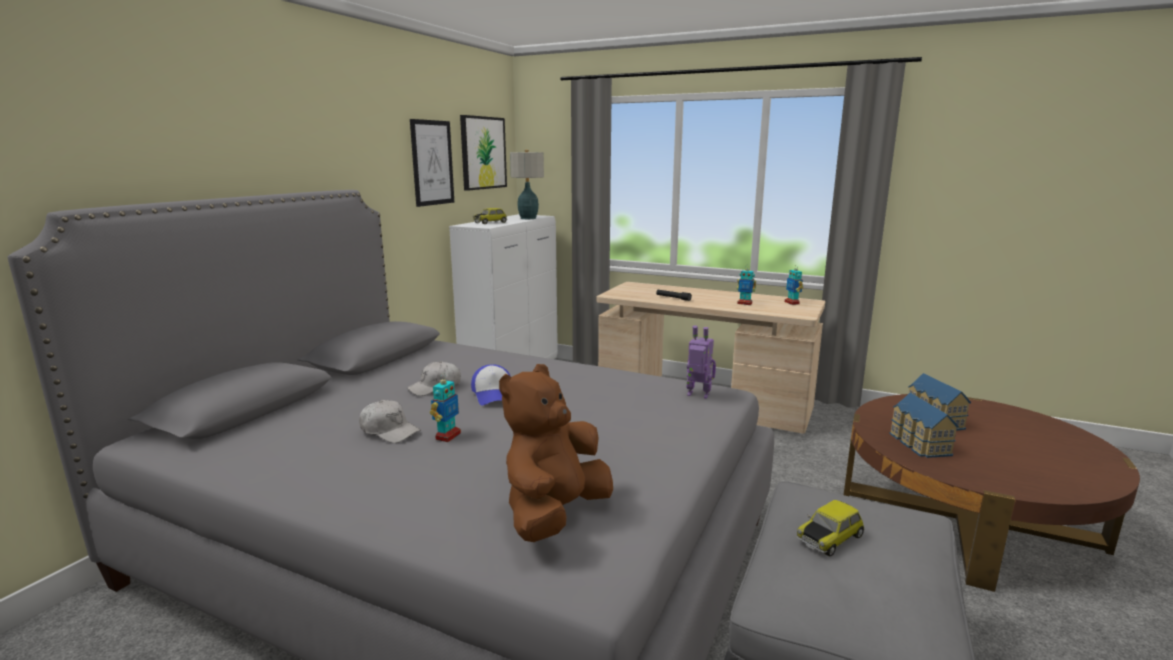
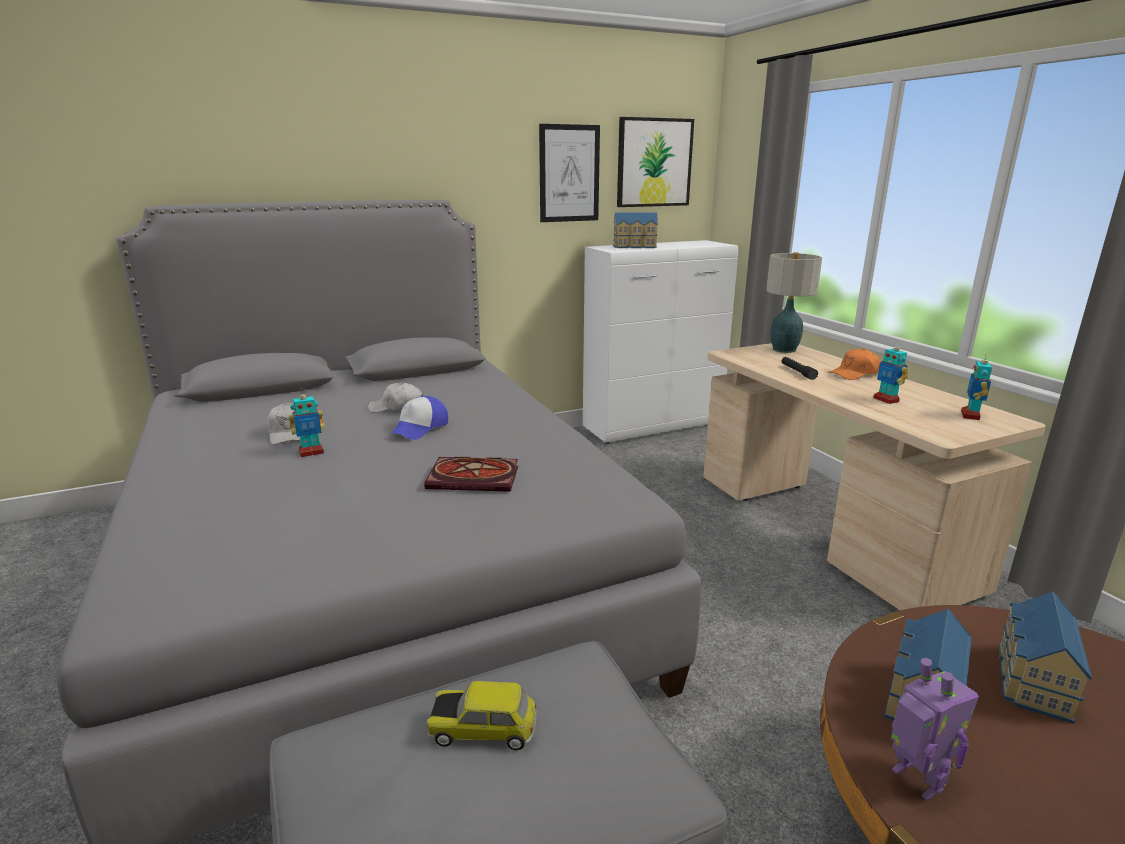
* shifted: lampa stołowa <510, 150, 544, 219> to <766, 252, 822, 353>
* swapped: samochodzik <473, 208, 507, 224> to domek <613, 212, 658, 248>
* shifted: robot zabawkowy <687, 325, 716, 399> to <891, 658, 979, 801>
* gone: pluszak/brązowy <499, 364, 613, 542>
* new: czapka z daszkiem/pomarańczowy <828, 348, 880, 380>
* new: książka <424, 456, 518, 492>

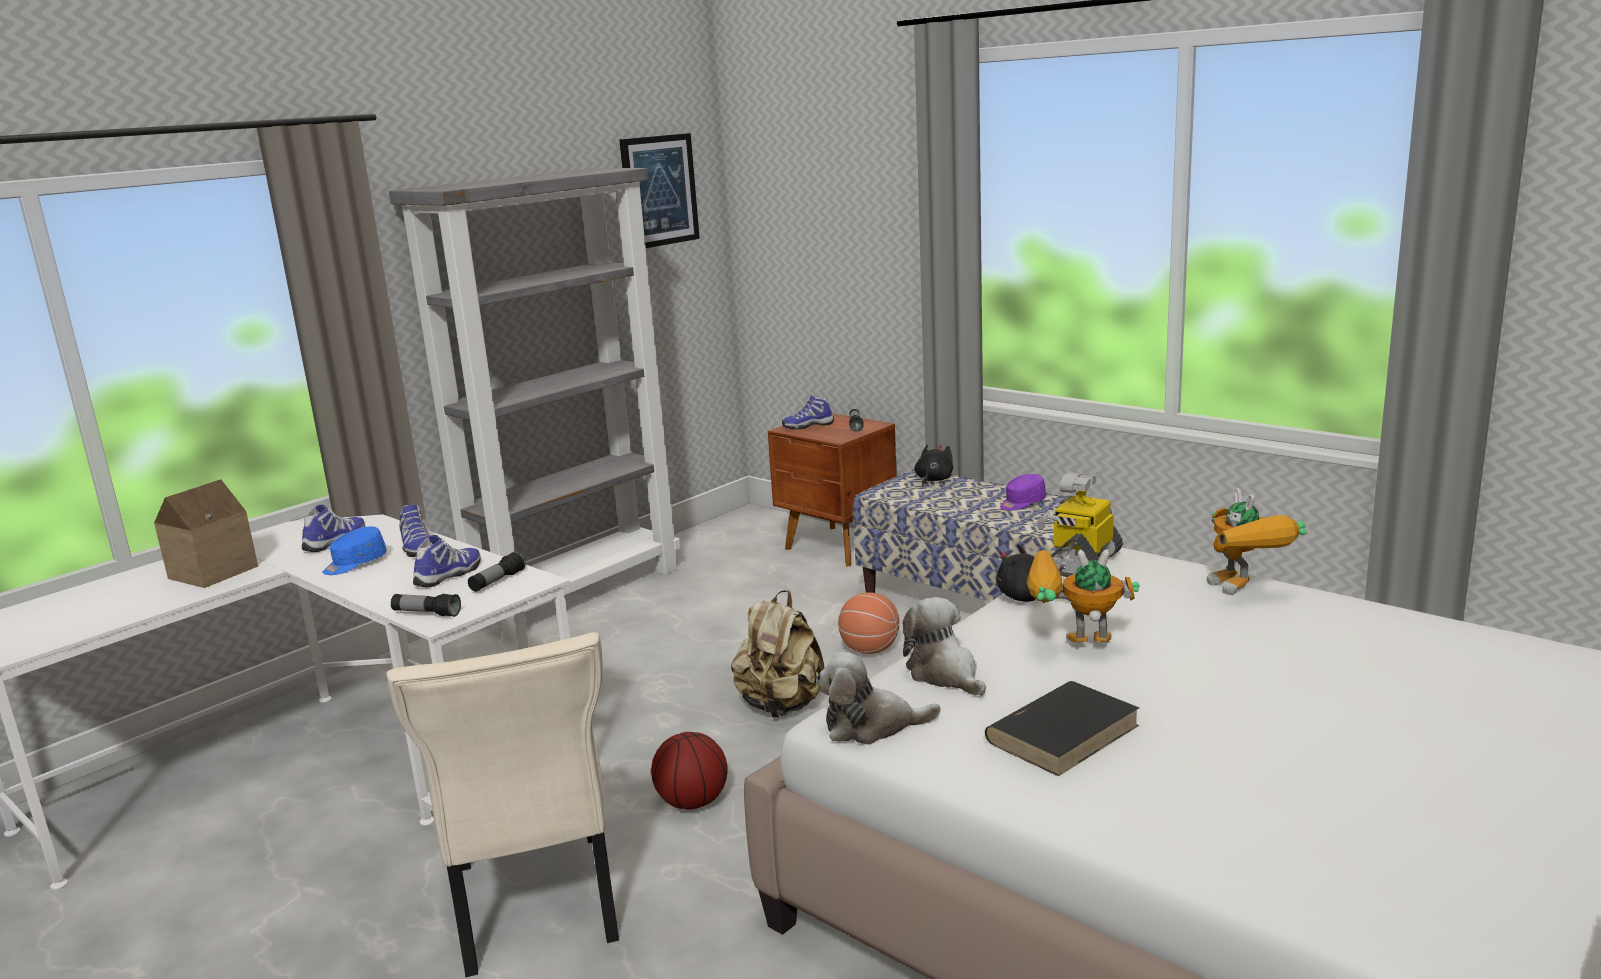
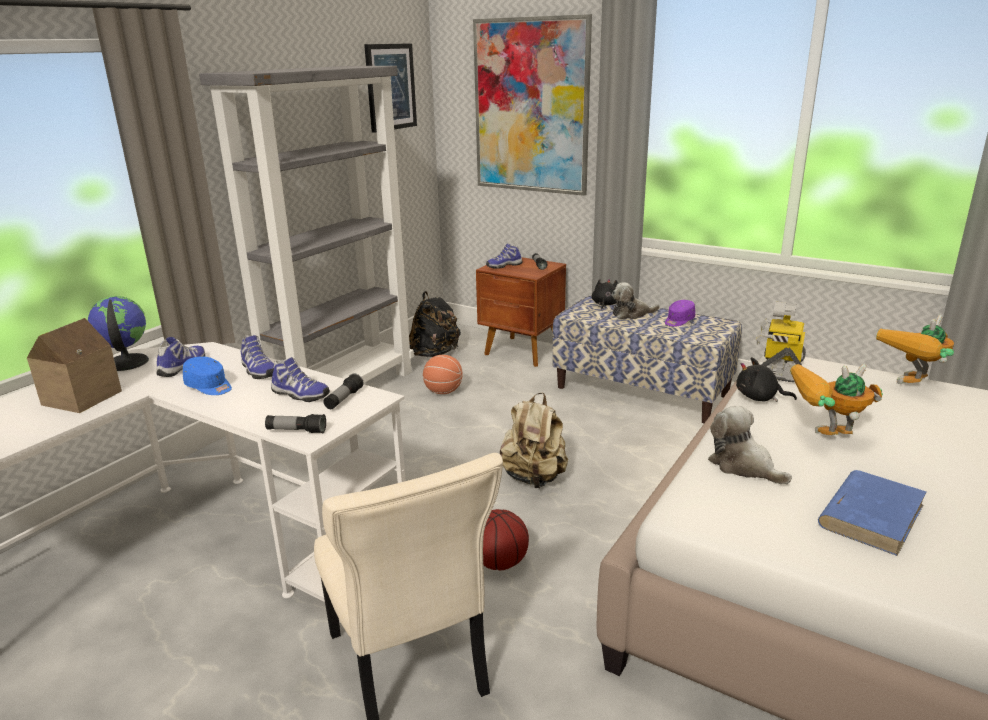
* rotated: robot zabawkowy <1207, 488, 1307, 595> = <876, 315, 954, 384> 75 degrees clockwise
* rotated: czapka z daszkiem/niebieski <322, 526, 387, 575> = <183, 357, 232, 395> 90 degrees counterclockwise
* rotated: but <413, 535, 481, 587> = <271, 357, 330, 402> 90 degrees clockwise
* shifted: piłka do koszykówki <838, 593, 899, 654> to <423, 355, 463, 394>
* shifted: pluszak <816, 651, 941, 744> to <611, 282, 660, 319>
* repainted: książka/czarny <985, 681, 1139, 776> to książka/niebieski <818, 470, 927, 556>
* new: obraz <473, 14, 592, 196>
* new: plecak/czarny <409, 291, 461, 357>
* new: globus <88, 296, 149, 371>

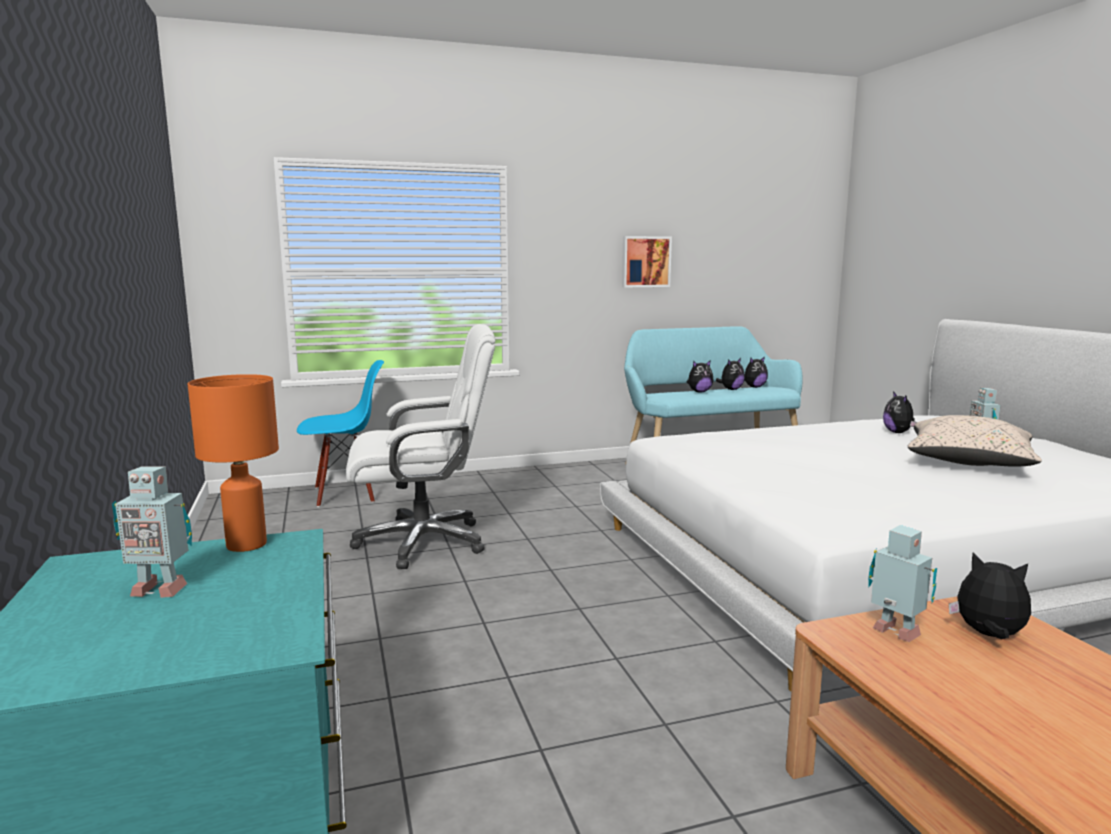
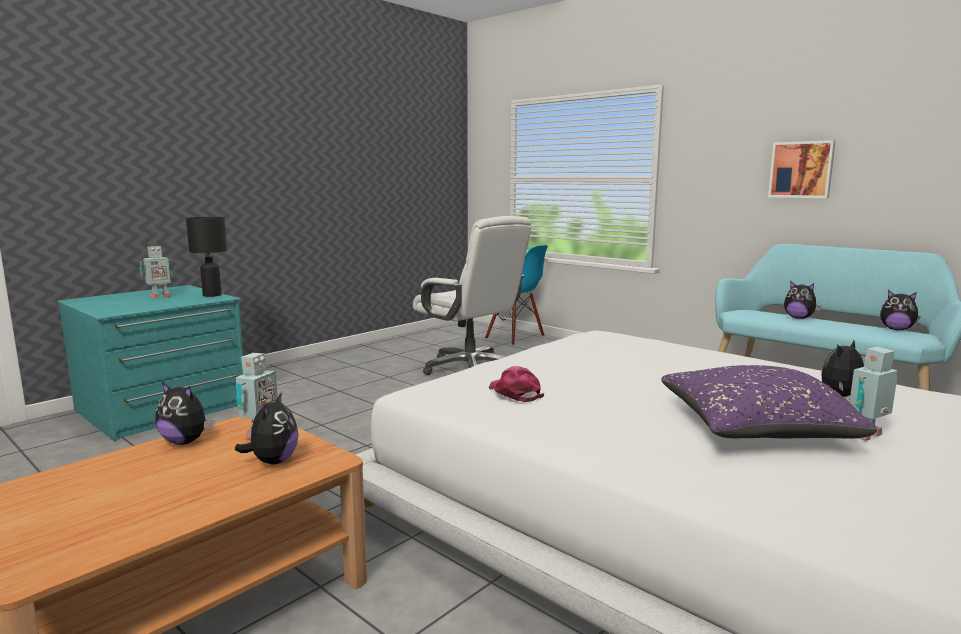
* shifted: pluszak <716, 358, 745, 390> to <155, 382, 214, 445>
* repainted: lampa stołowa/pomarańczowy <188, 374, 279, 552> to lampa stołowa/czarny <186, 217, 227, 297>
* repainted: poduszka/beżowy <908, 415, 1042, 466> to poduszka/fioletowy <661, 365, 877, 438>
* rotated: robot zabawkowy <112, 466, 192, 598> = <139, 246, 173, 298> 105 degrees counterclockwise
* new: czapka z daszkiem/różowy <489, 366, 544, 402>

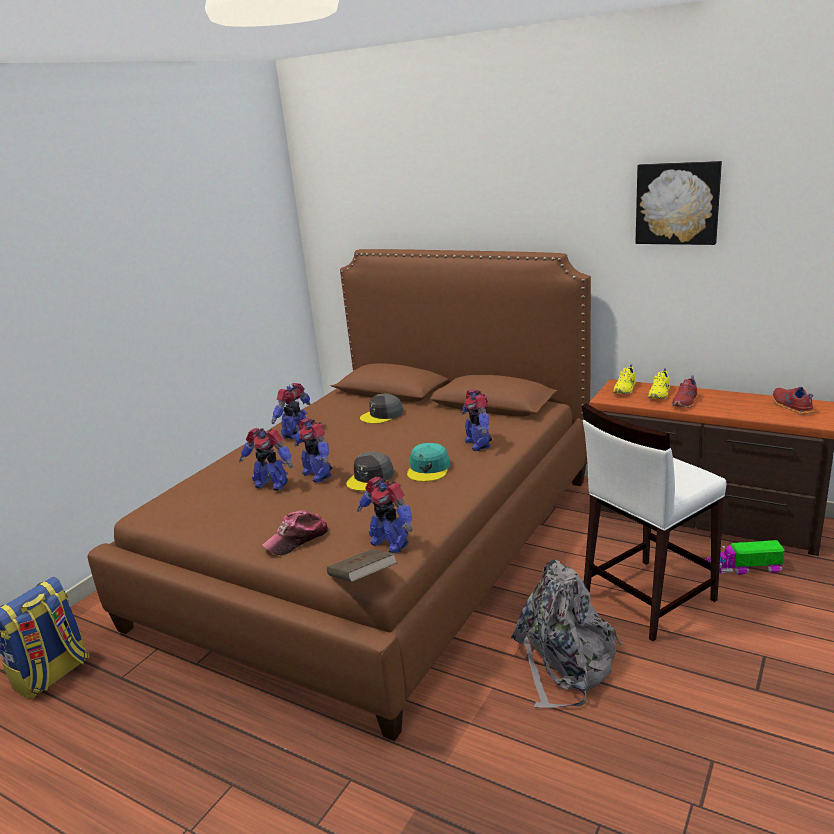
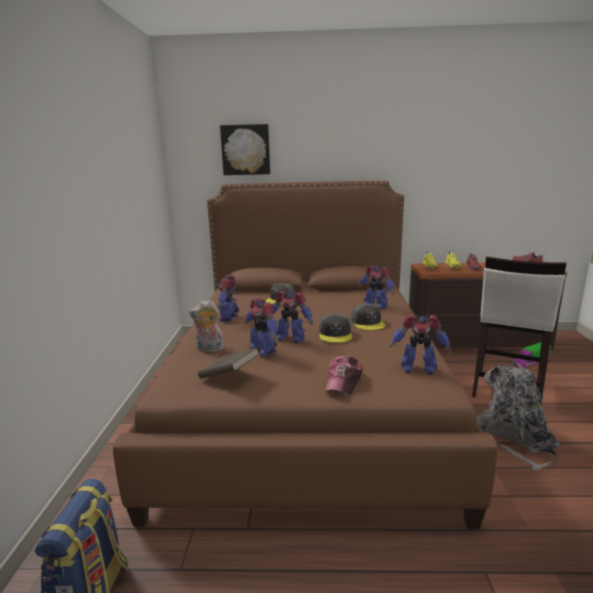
* shifted: obraz <635, 161, 722, 245> to <220, 124, 270, 175>
* rotated: robot zabawkowy <239, 428, 293, 490> = <245, 298, 277, 357> 60 degrees clockwise
* repainted: czapka z daszkiem/turkusowy <407, 443, 450, 482> to czapka z daszkiem/szary <351, 304, 386, 330>
* shifted: książka/brązowy <327, 549, 398, 582> to <198, 347, 260, 379>
* new: pluszak <189, 300, 224, 352>

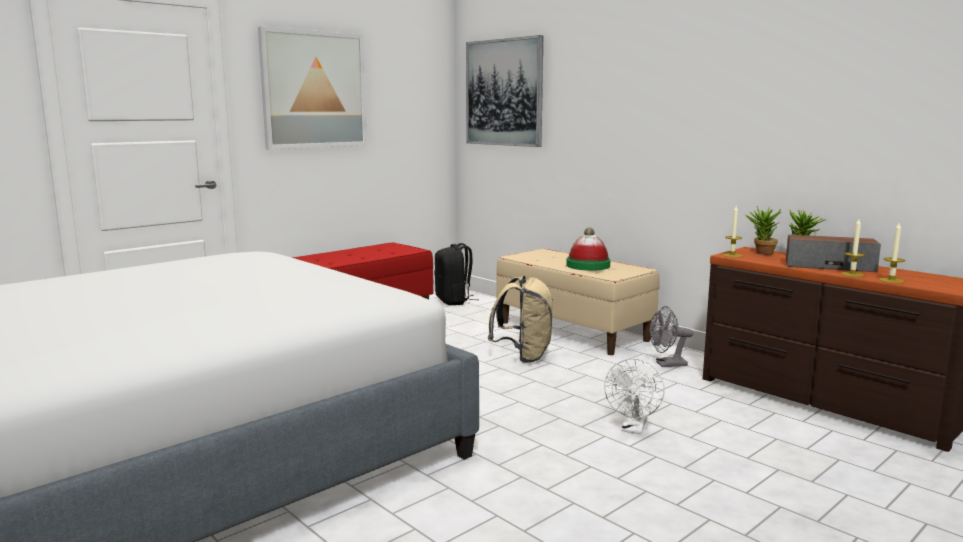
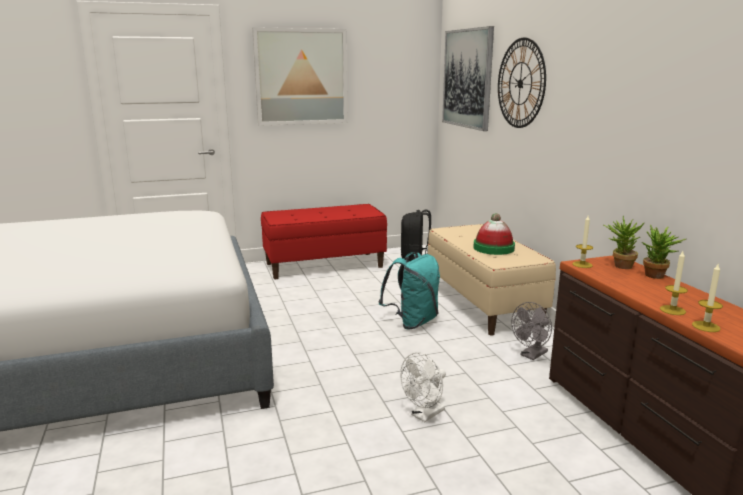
* gone: głośnik <786, 234, 881, 272>
* repainted: plecak/beżowy <488, 276, 554, 363> to plecak/turkusowy <378, 252, 440, 330>
* rotated: wentylator/szary <649, 306, 693, 367> = <511, 302, 552, 360> 60 degrees counterclockwise
* new: zegar ścienny <498, 38, 546, 128>

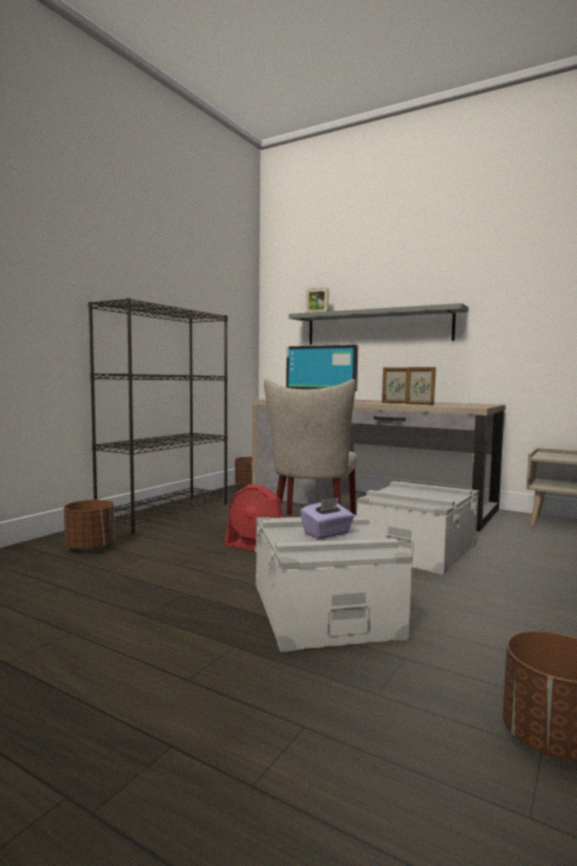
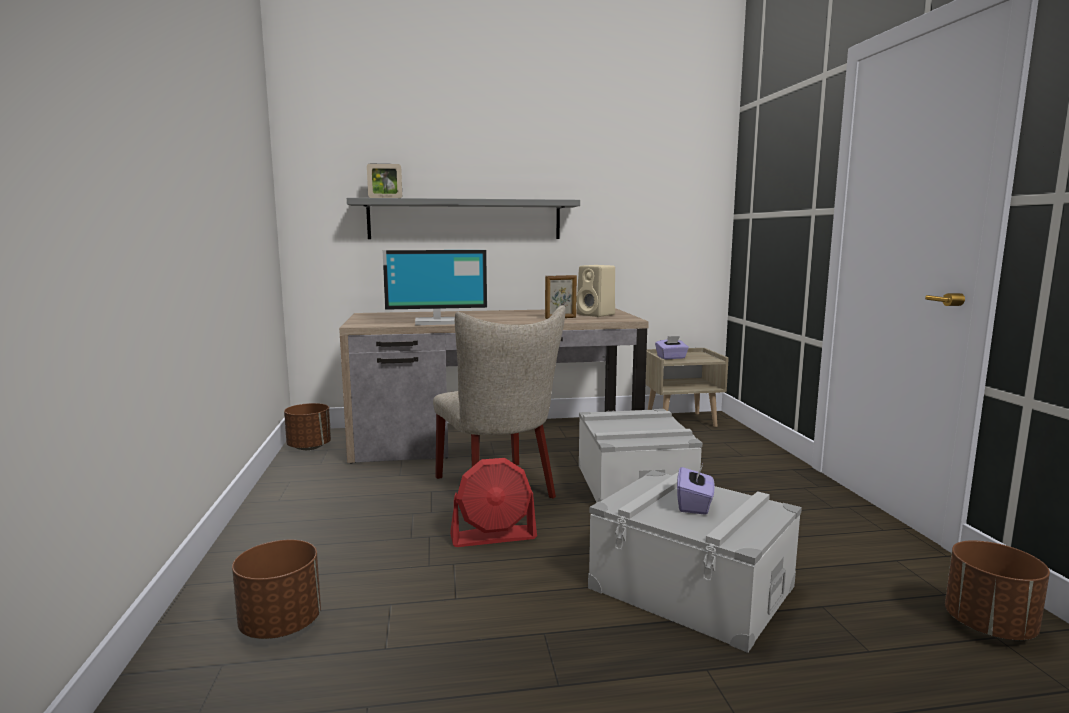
* gone: regał/czarny <88, 298, 228, 534>
* gone: ramka na zdjęcie <382, 367, 407, 403>
* new: głośnik/beżowy <576, 265, 615, 317>
* new: pudełko chusteczek/fioletowy <655, 336, 689, 359>

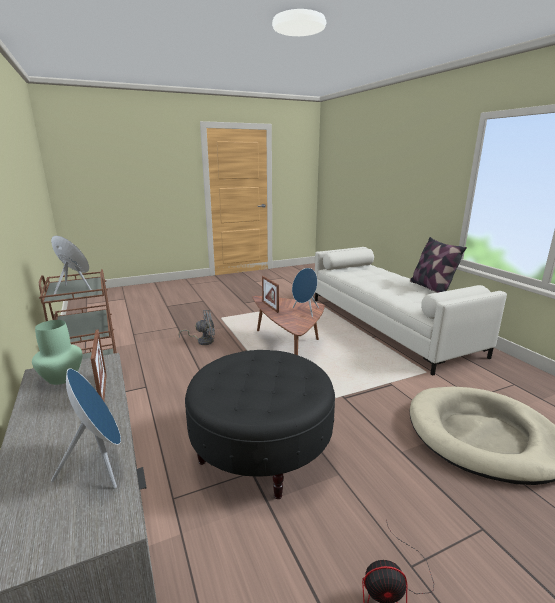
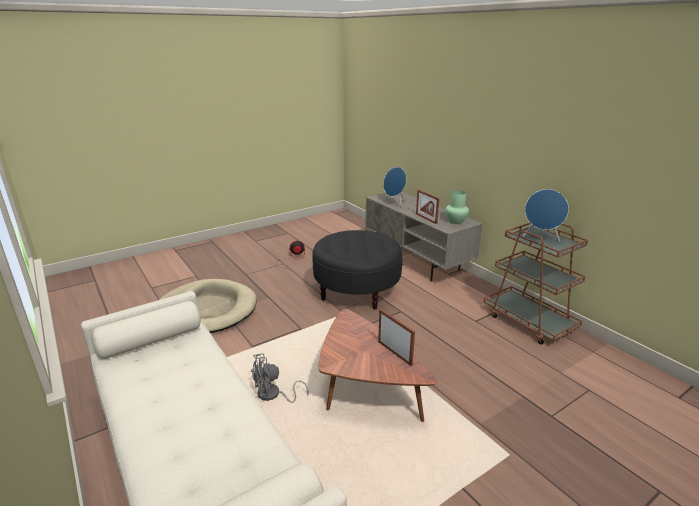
* gone: poduszka <410, 237, 467, 293>
* gone: głośnik/niebieski <292, 268, 319, 318>
* shifted: wentylator/szary <179, 310, 215, 345> to <251, 353, 308, 403>

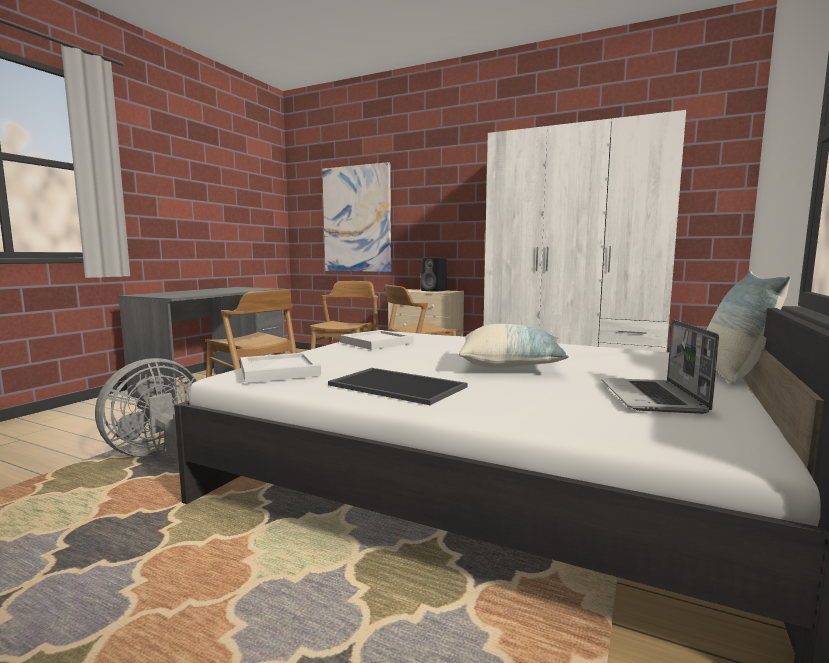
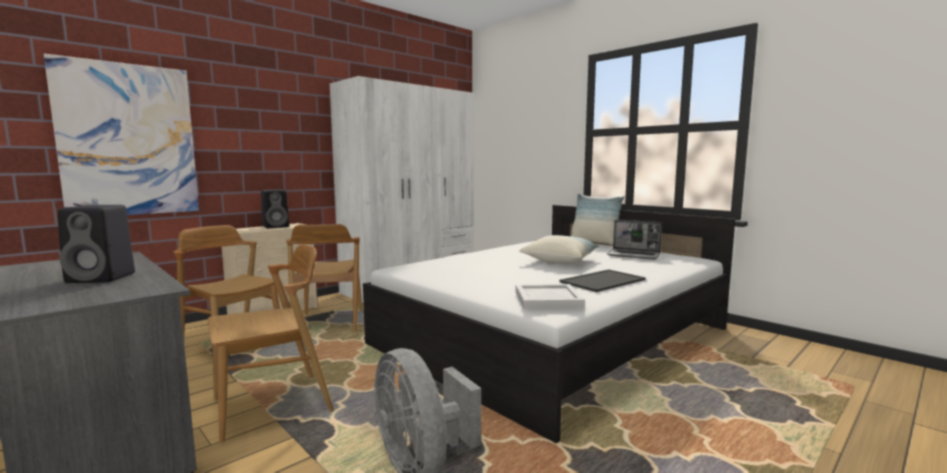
* gone: taca/biały <340, 330, 414, 350>
* new: głośnik/czarny <58, 205, 135, 283>

